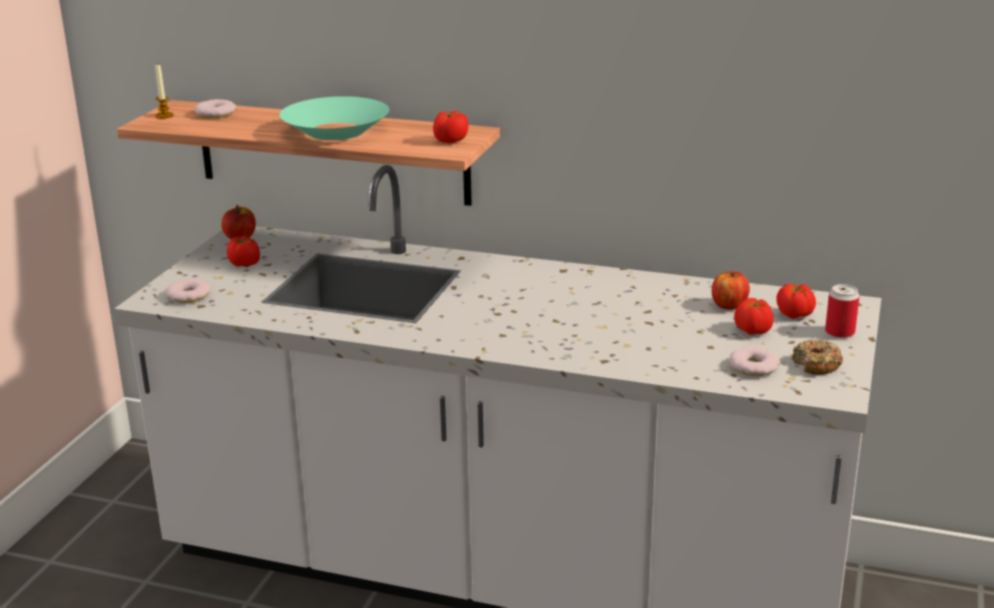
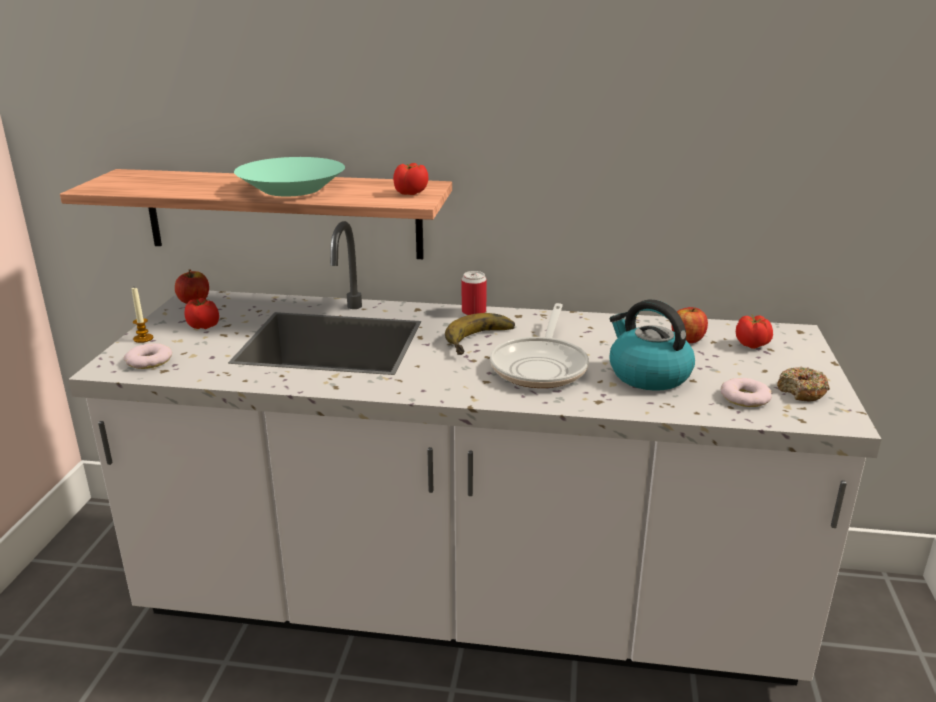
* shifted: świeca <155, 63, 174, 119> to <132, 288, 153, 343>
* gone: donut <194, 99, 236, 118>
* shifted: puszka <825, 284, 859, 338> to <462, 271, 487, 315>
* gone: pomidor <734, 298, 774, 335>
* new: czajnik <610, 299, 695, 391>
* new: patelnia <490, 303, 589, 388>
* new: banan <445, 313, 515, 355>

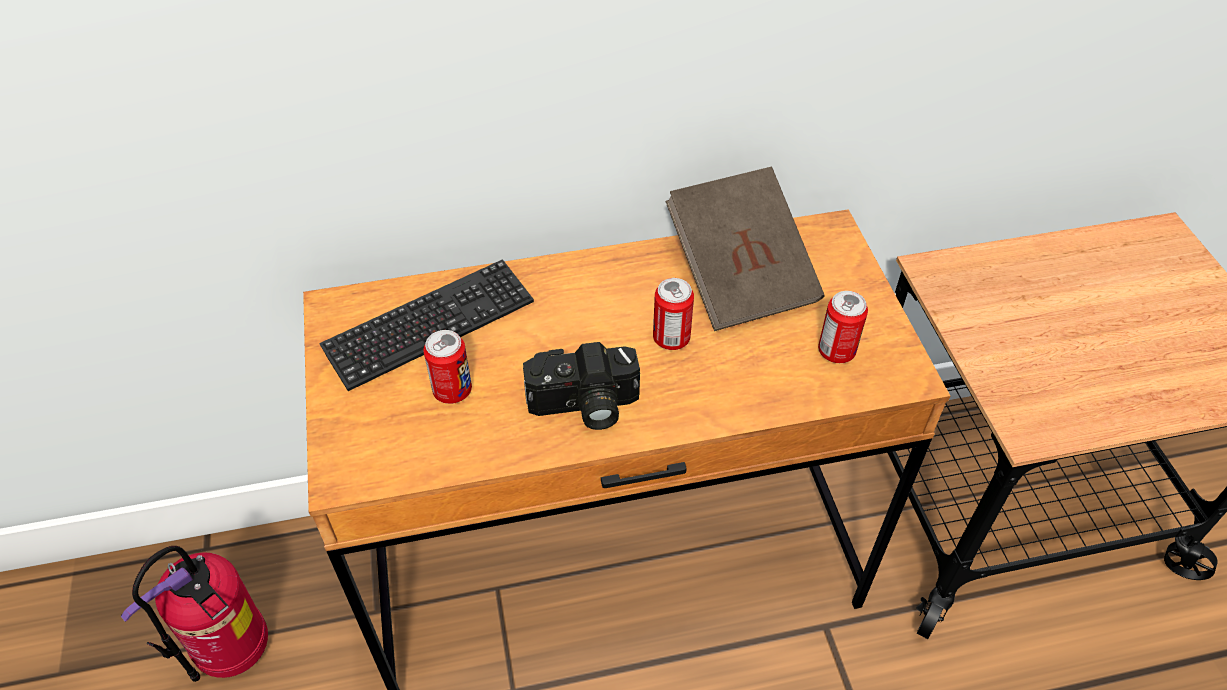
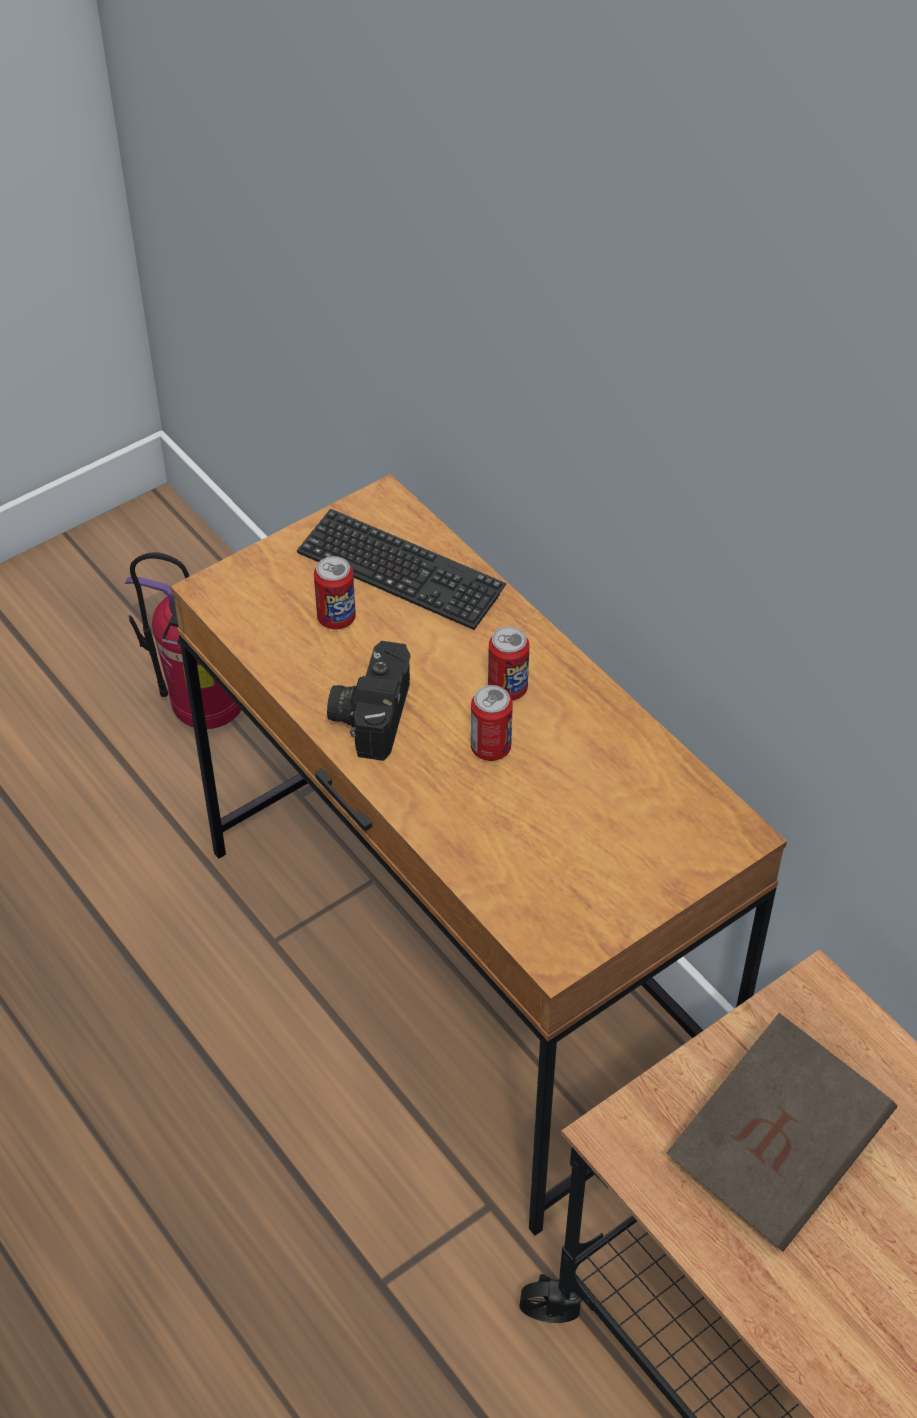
* shifted: książka/brązowy <665, 167, 824, 331> to <666, 1013, 898, 1251>
* shifted: puszka <818, 291, 868, 363> to <488, 626, 530, 701>
* rotated: aparat fotograficzny <523, 342, 640, 430> = <327, 641, 410, 761> 45 degrees clockwise

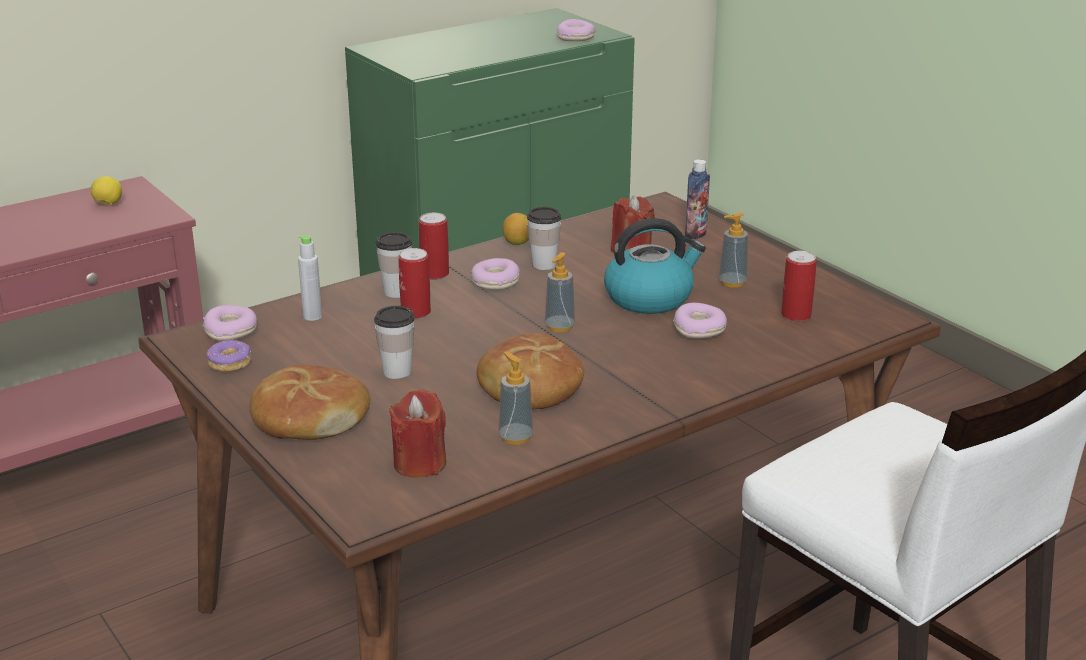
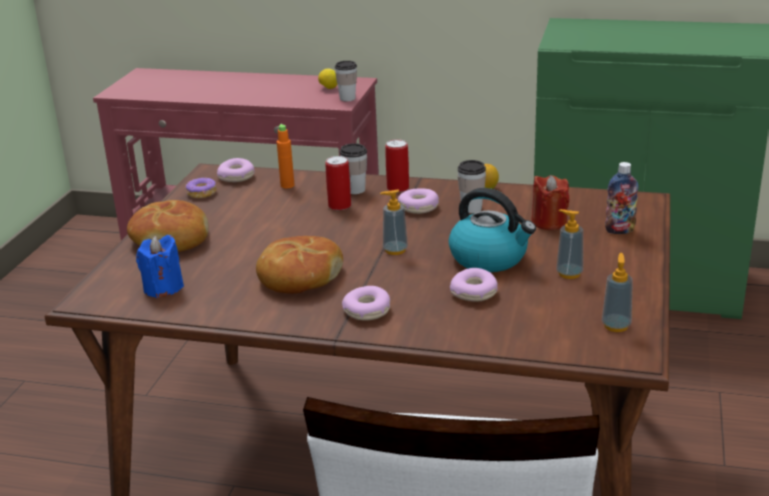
* shifted: donut <557, 19, 596, 41> to <342, 286, 390, 321>
* repainted: butelka/szary <298, 235, 322, 321> to butelka/pomarańczowy <277, 124, 294, 188>
* gone: puszka <781, 251, 817, 322>
* shifted: filiżanka <374, 306, 415, 379> to <335, 61, 357, 101>
* shifted: dozownik mydła <499, 351, 533, 445> to <602, 253, 633, 332>
* repainted: świeca/czerwony <389, 389, 447, 478> to świeca/niebieski <136, 235, 184, 298>

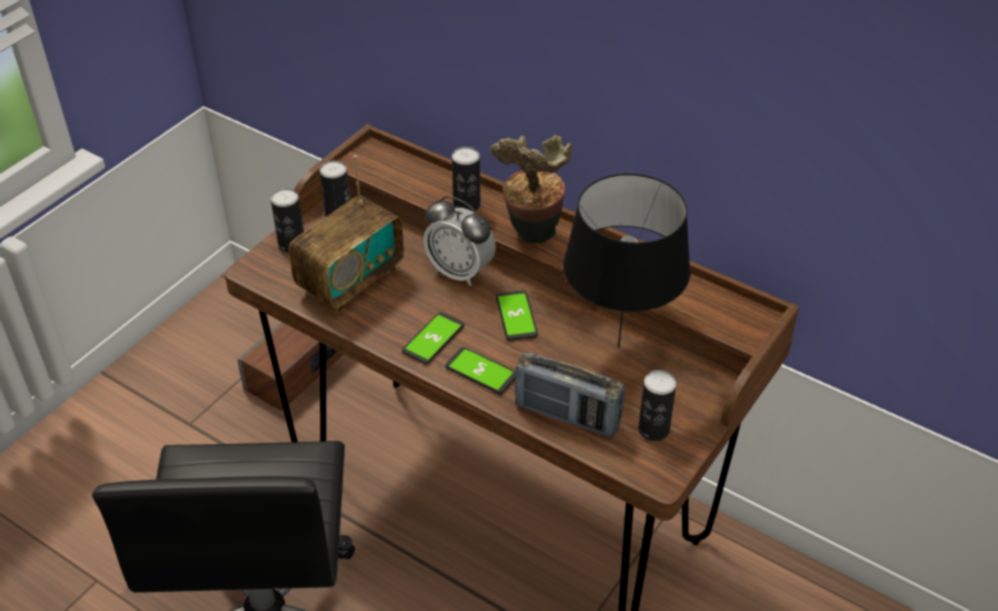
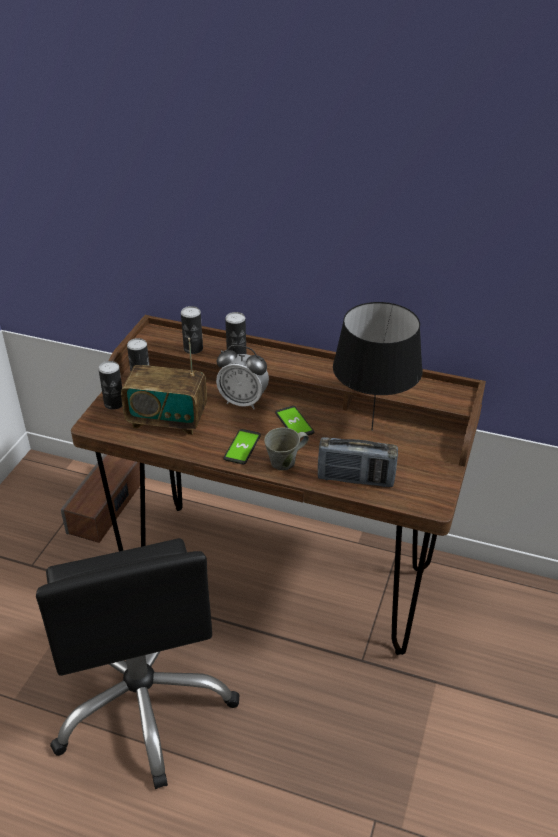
* gone: roślina doniczkowa <491, 135, 572, 244>
* rotated: radio <289, 155, 404, 314> = <121, 338, 207, 435> 75 degrees clockwise
* swapped: telefon <445, 347, 516, 394> to kubek/szary <264, 427, 309, 470>
* shifted: puszka <638, 370, 677, 441> to <181, 306, 203, 354>

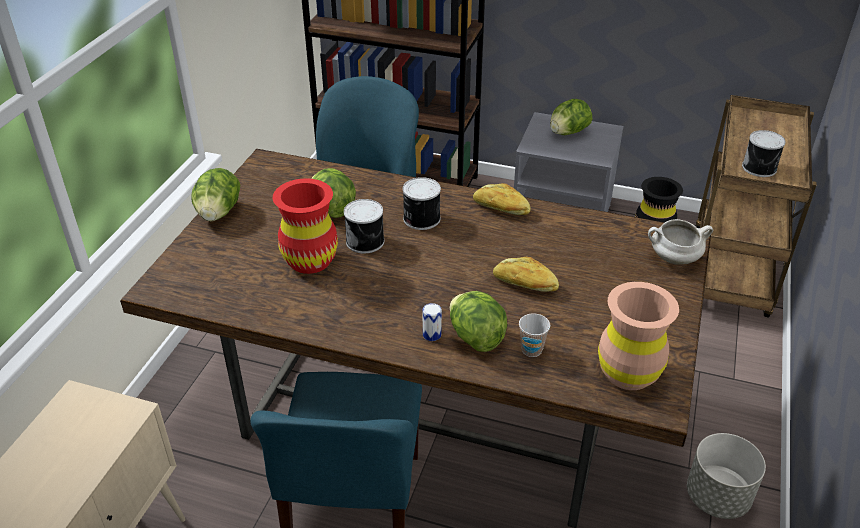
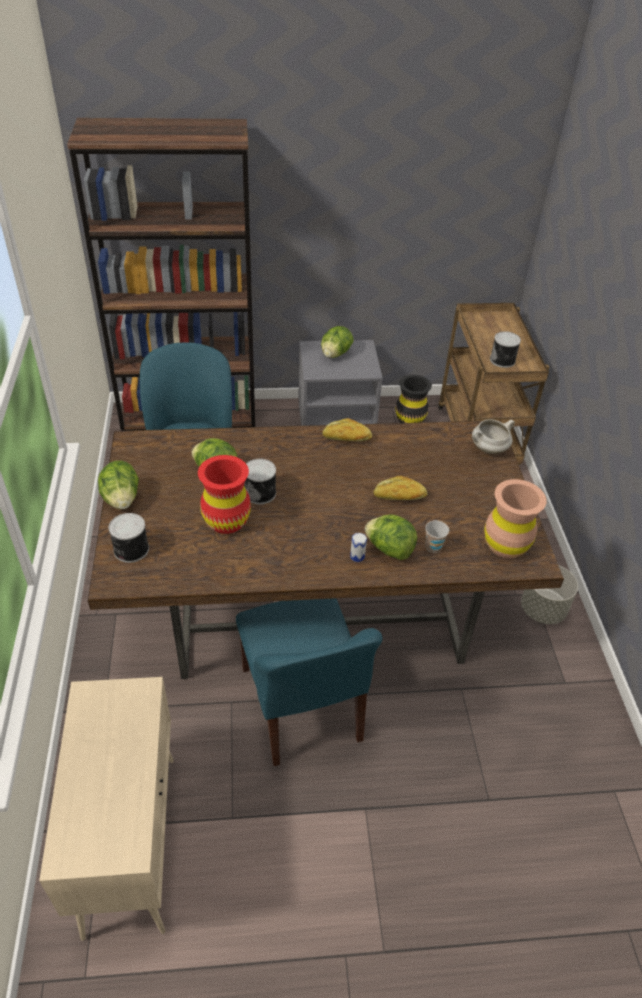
* shifted: puszka <403, 177, 441, 230> to <109, 513, 149, 563>

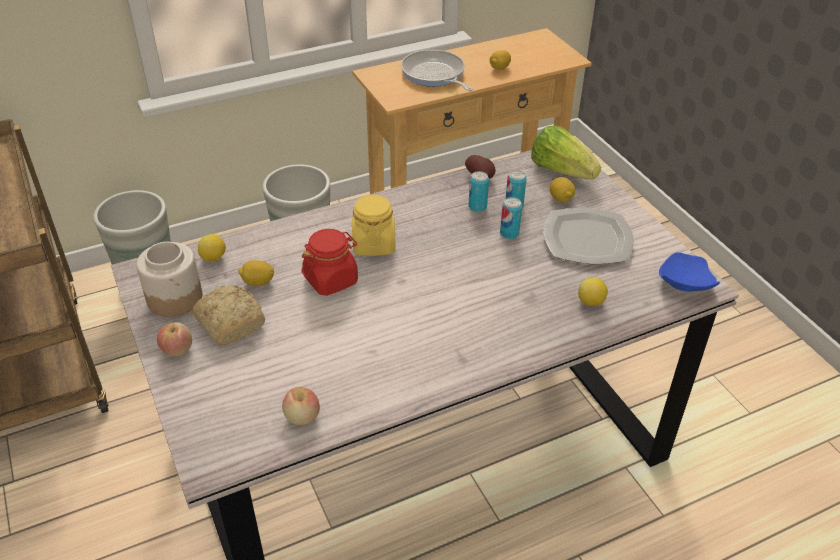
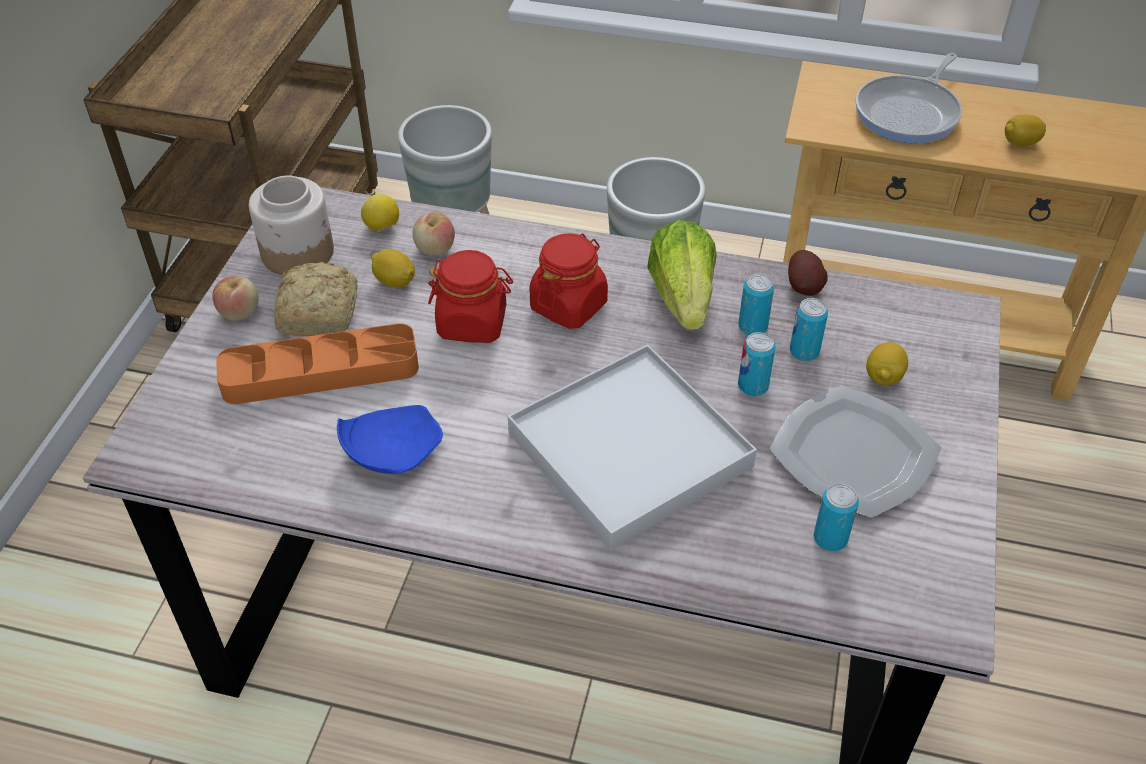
* rotated: patelnia <401, 50, 473, 91> = <856, 53, 962, 144> 150 degrees counterclockwise
* shifted: sałata <531, 126, 601, 179> to <647, 220, 717, 330>
* repainted: słoik/żółty <352, 194, 396, 256> to słoik/czerwony <529, 233, 608, 329>
* shifted: talerz/niebieski <659, 252, 720, 292> to <337, 405, 443, 474>
* gone: cytryna <578, 277, 608, 306>
* shifted: jabłko <282, 387, 320, 425> to <413, 212, 455, 256>
* new: taca/pomarańczowy <217, 323, 419, 404>
* new: taca/biały <508, 344, 757, 551>
* new: puszka <814, 483, 859, 551>

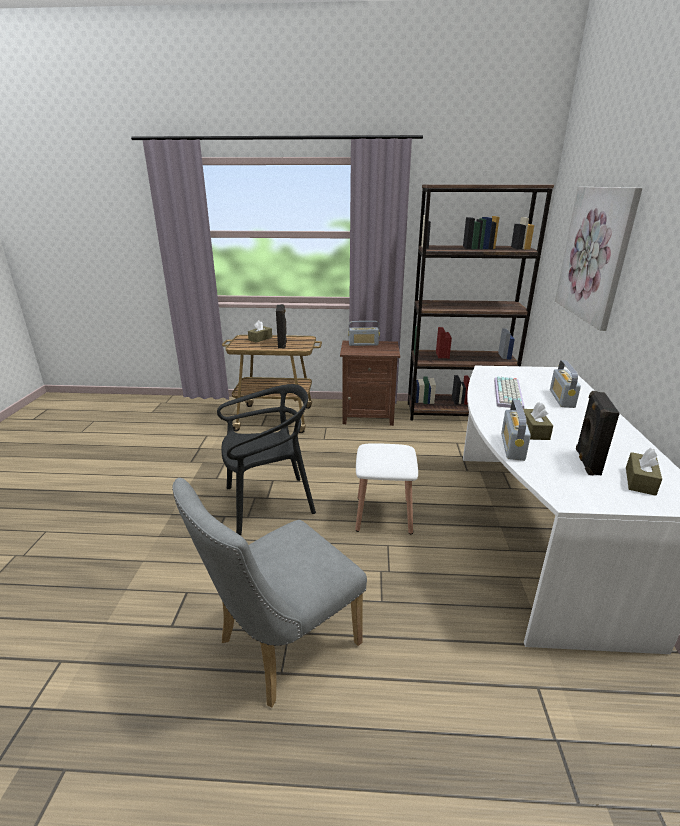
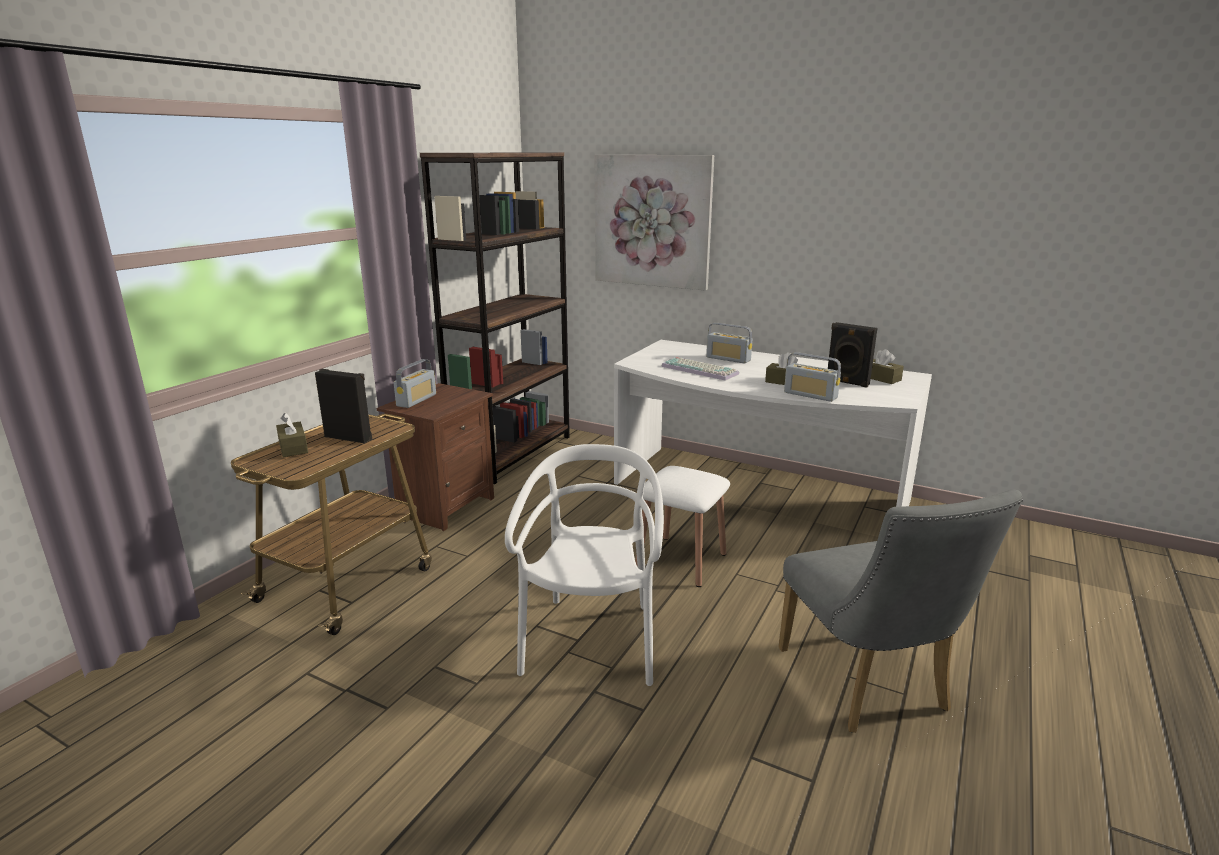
* repainted: krzesło/czarny <217, 384, 316, 535> to krzesło/biały <505, 444, 664, 686>

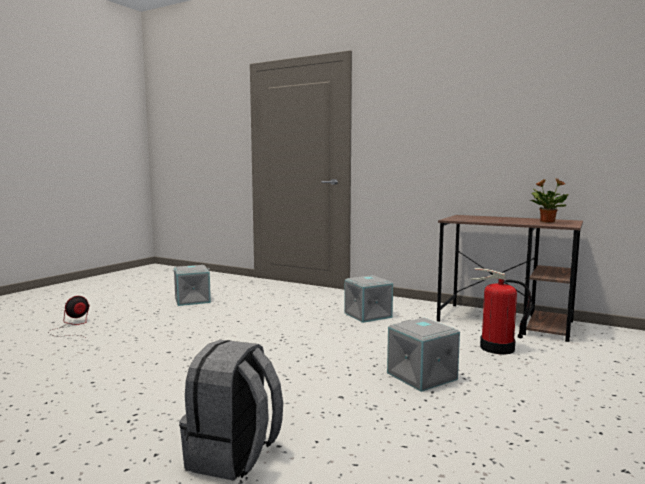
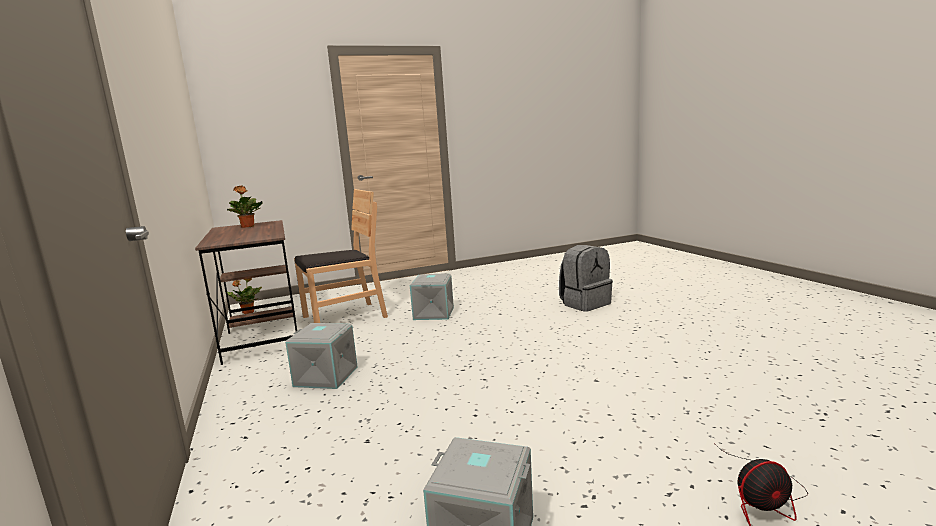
* swapped: gaśnica <470, 268, 532, 354> to krzesło/brązowy <294, 189, 388, 323>
* new: roślina doniczkowa <225, 278, 262, 314>

